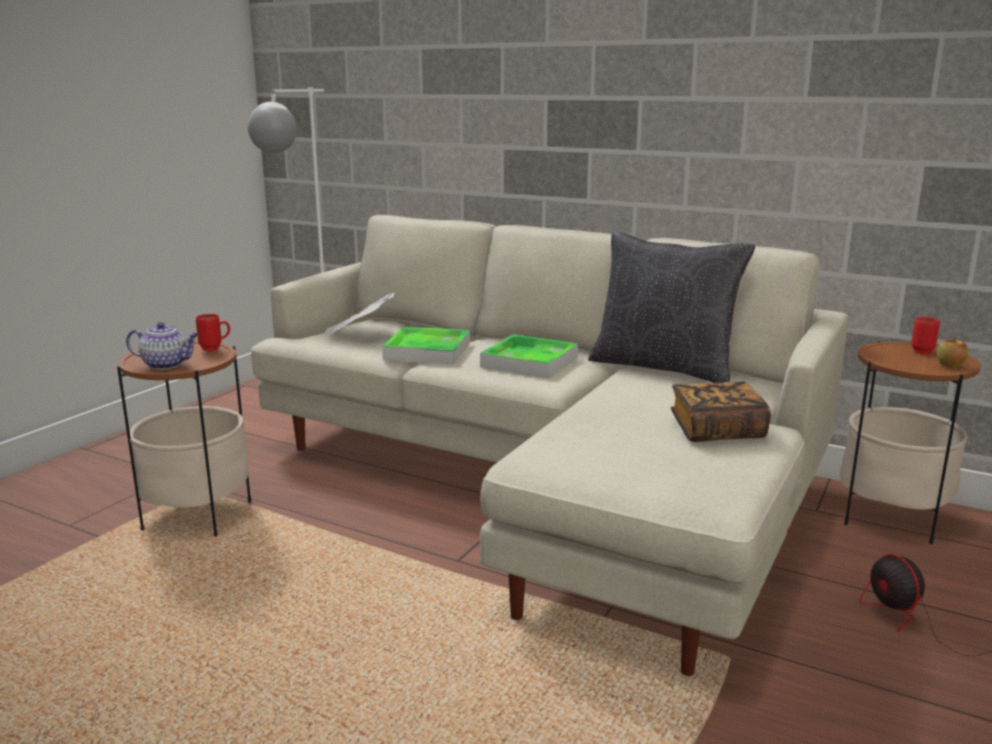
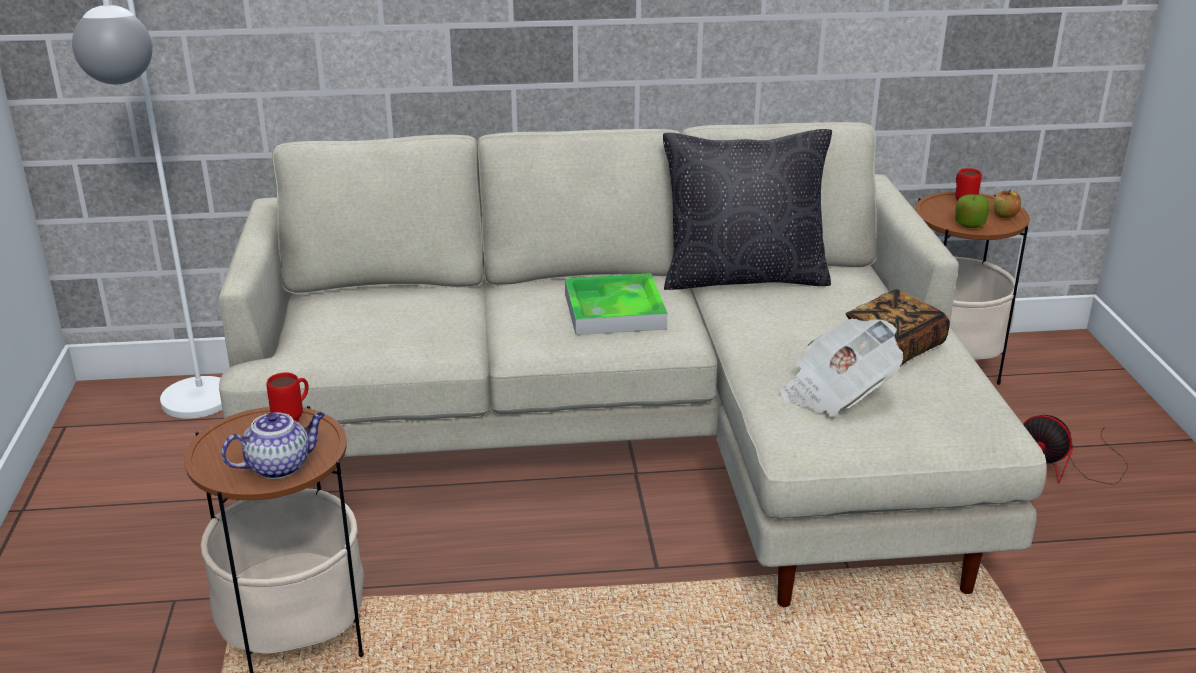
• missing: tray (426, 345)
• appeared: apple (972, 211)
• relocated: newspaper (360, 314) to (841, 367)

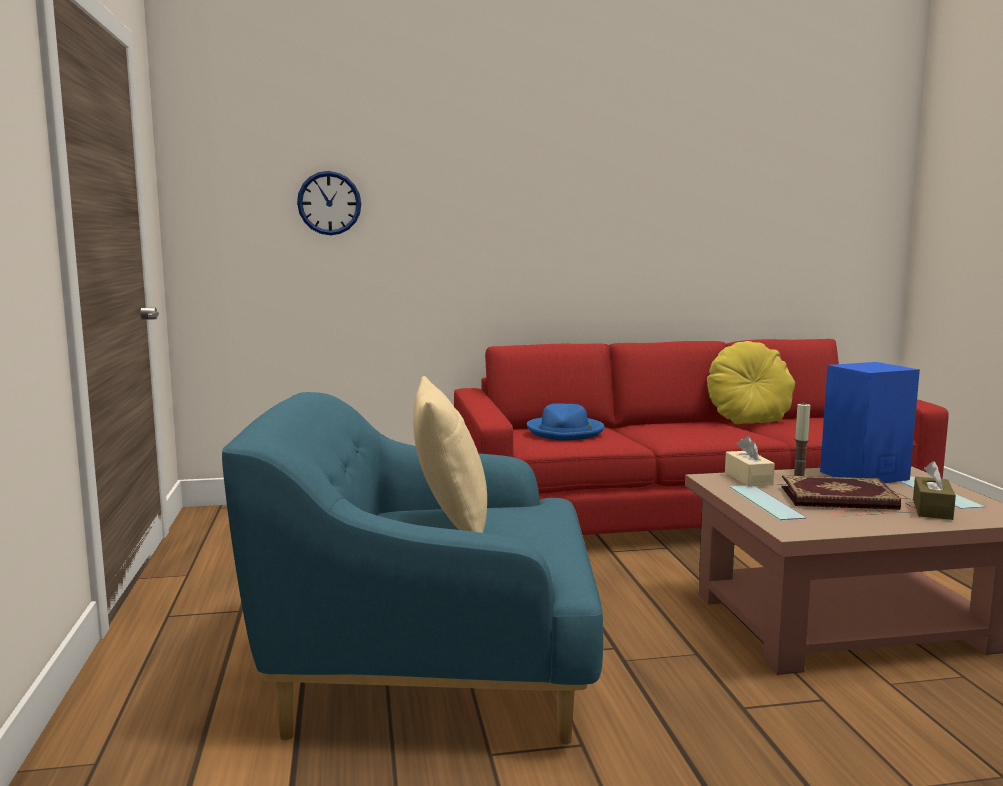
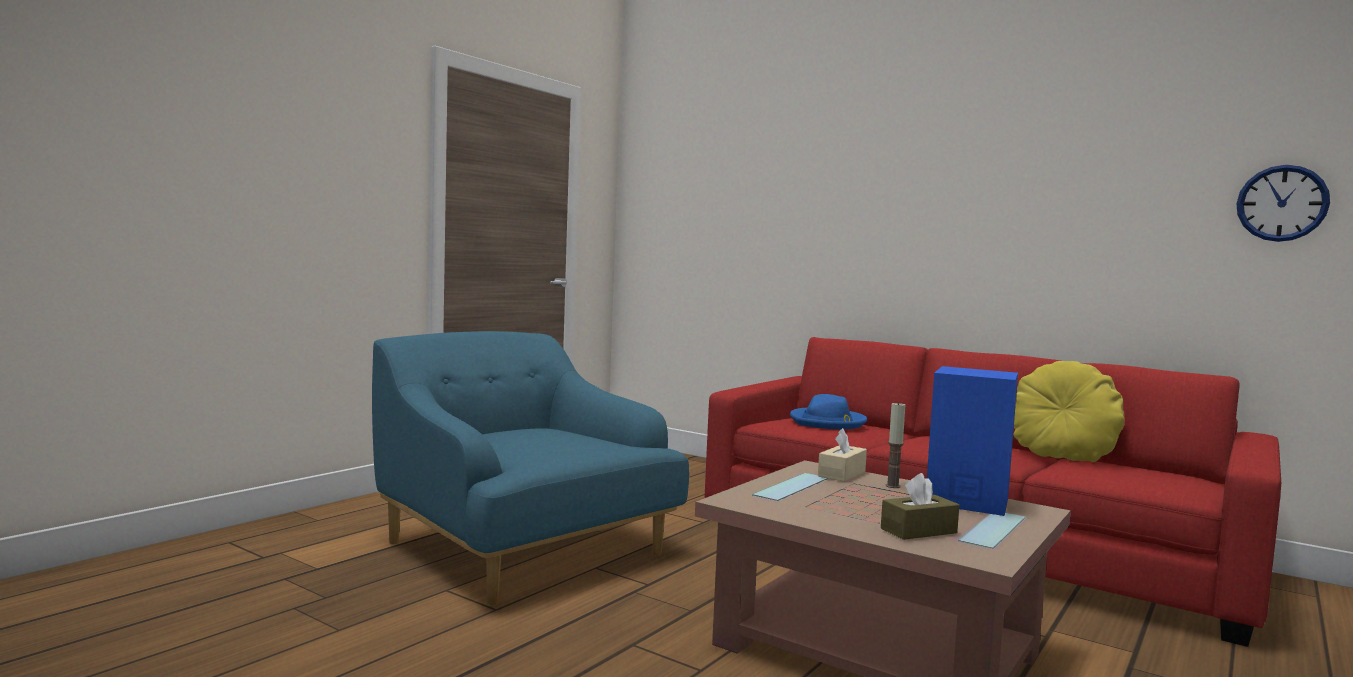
• missing: beige_pillow (450, 454)
• missing: book (841, 492)
• relocated: wall_clock (329, 203) to (1283, 203)

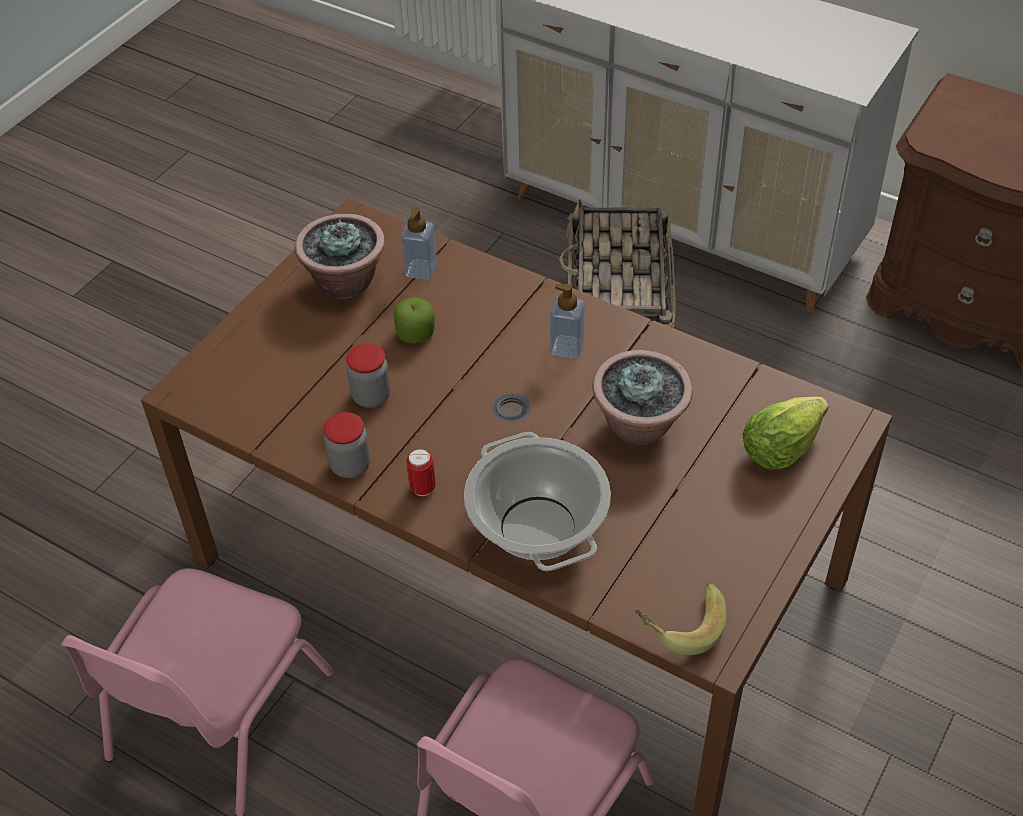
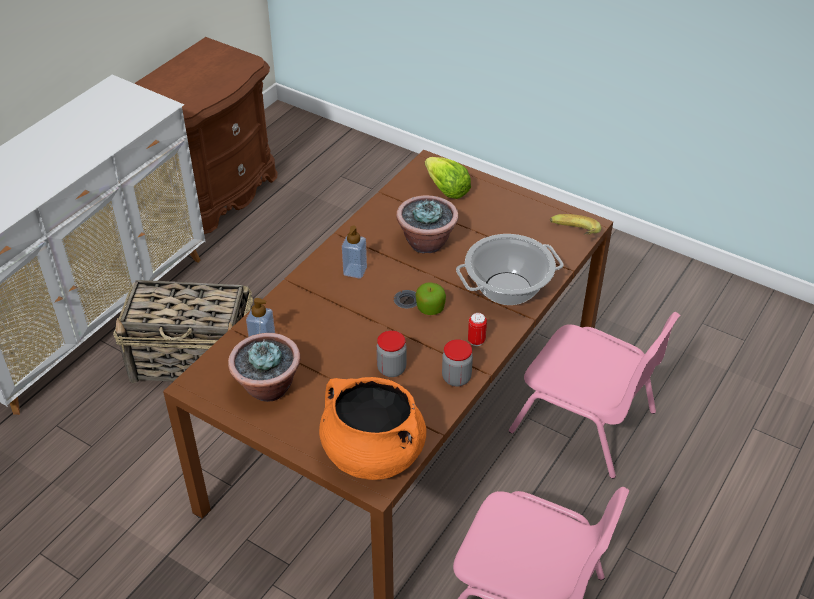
• appeared: orange_cooking_pot (372, 428)
• relocated: apple (414, 320) to (430, 298)

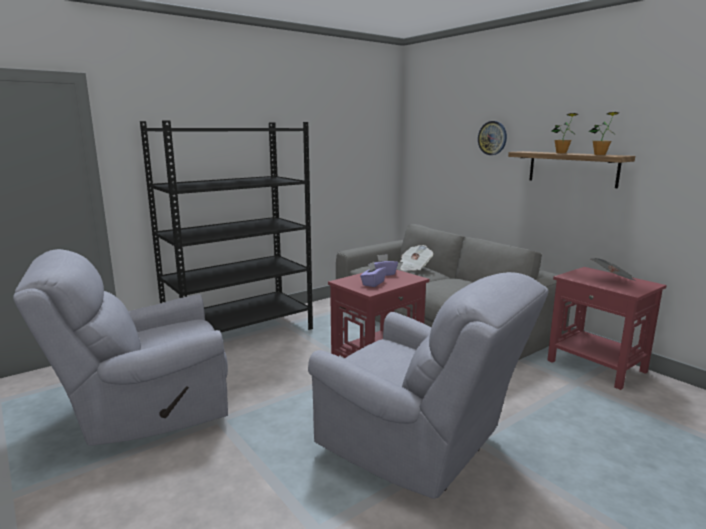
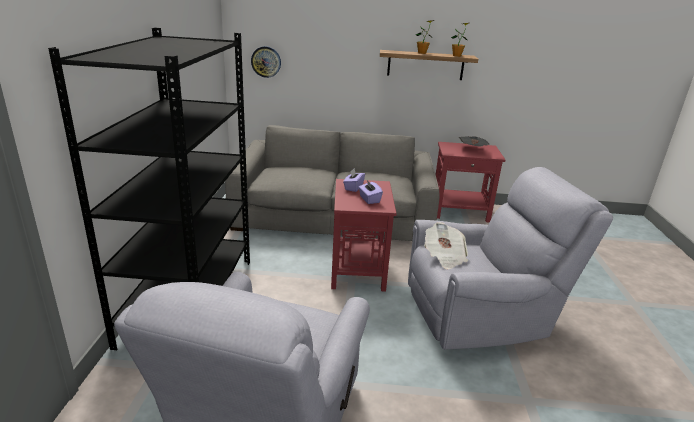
• relocated: newspaper (416, 258) to (446, 246)
• relocated: wall_clock (492, 138) to (266, 62)

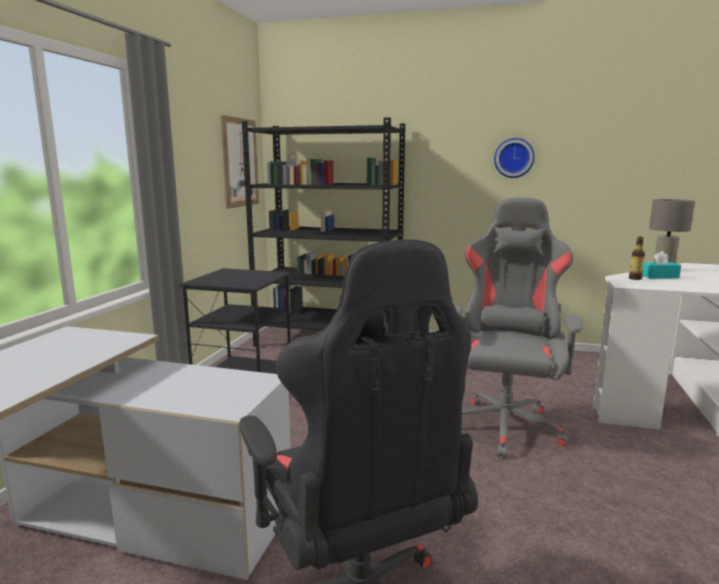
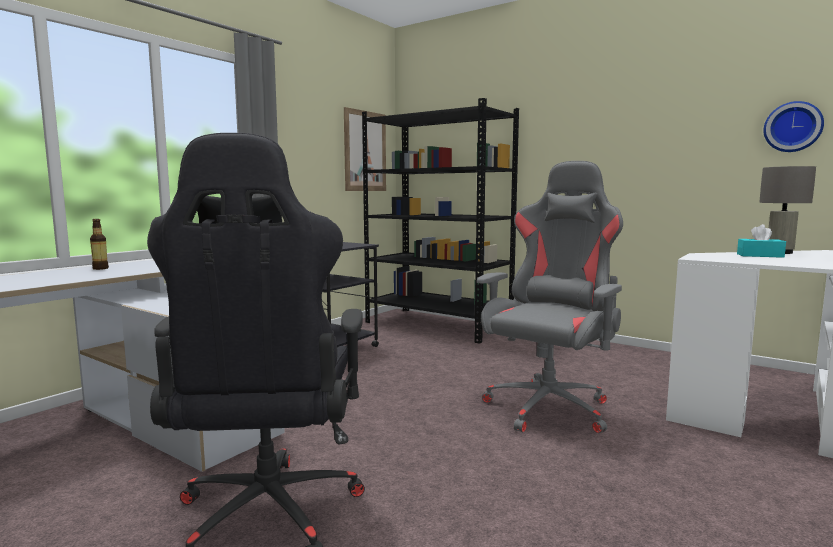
• relocated: wall_clock (514, 158) to (794, 126)
• relocated: bottle (637, 258) to (99, 244)

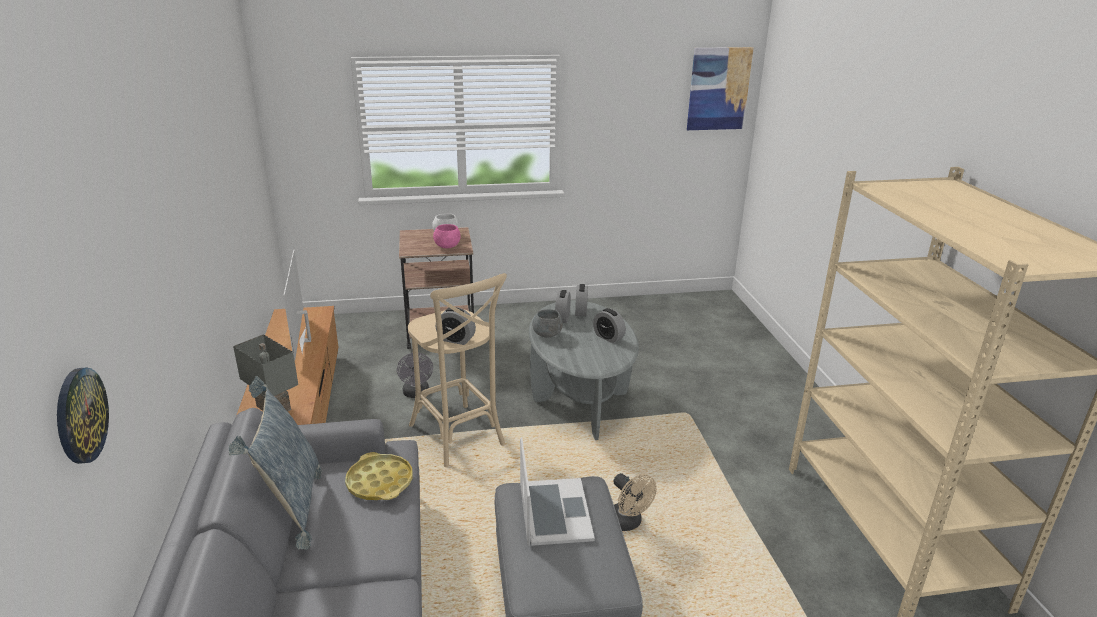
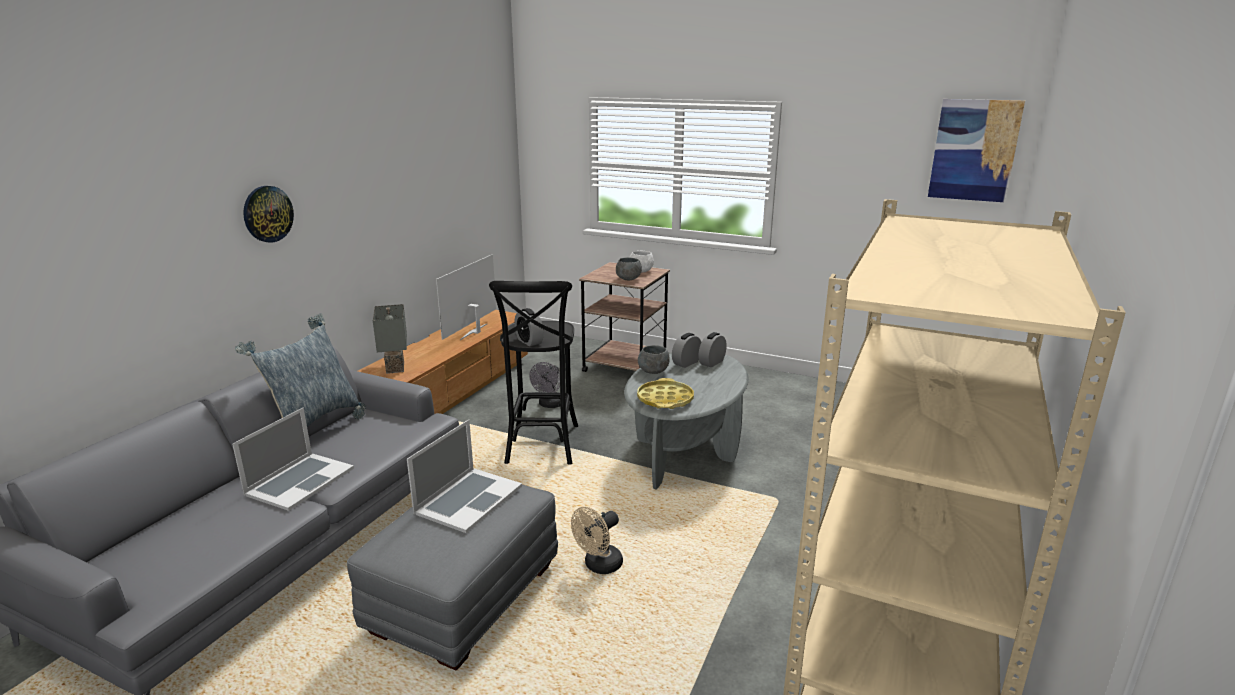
• missing: alarm_clock (609, 325)
• appeared: laptop (293, 459)
• relocated: wall_clock (83, 415) to (268, 214)
• relocated: yellow_tray (378, 476) to (665, 393)
• colour: beige_stool (457, 370) to black_stool (533, 373)
• colour: pink_bowl (447, 236) to grey_bowl (629, 268)
• spun: beige_fan (635, 502) = (597, 540) 45 degrees clockwise

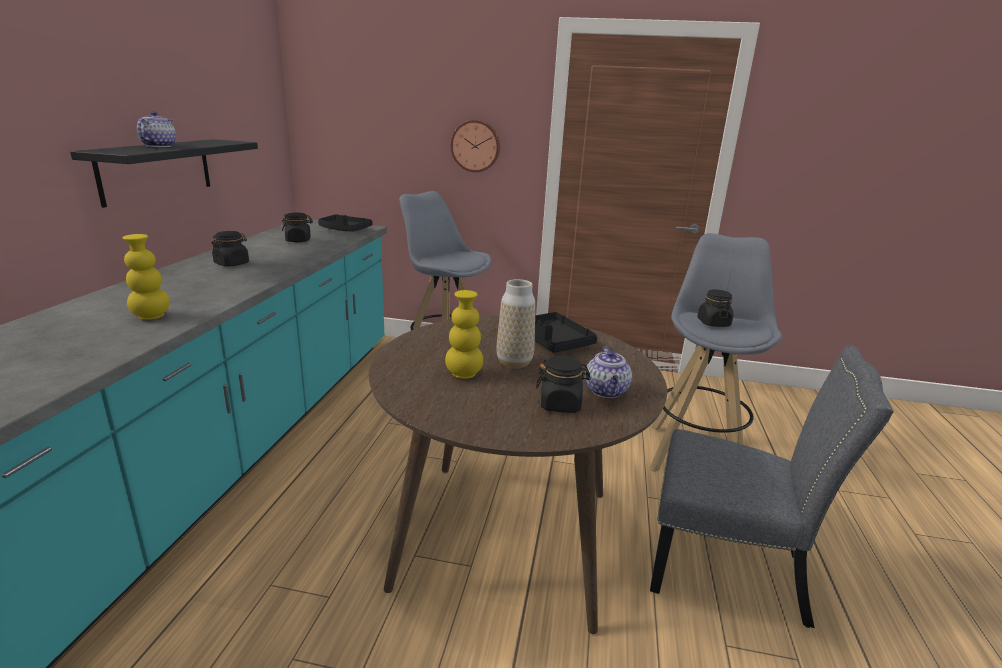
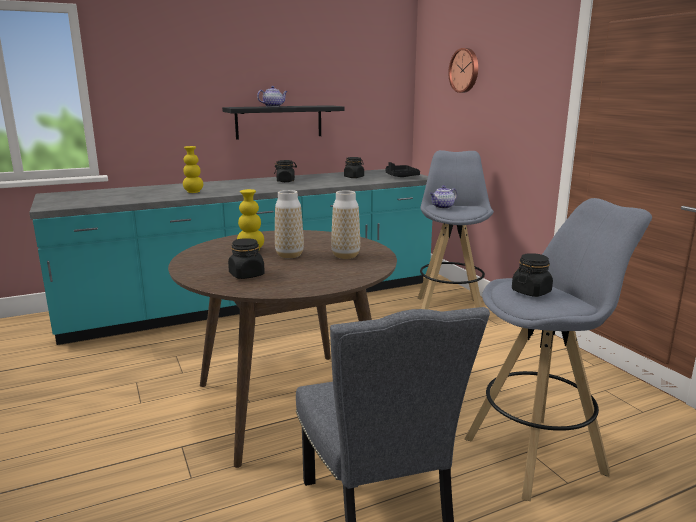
• relocated: wall_clock (475, 146) to (463, 70)
• relocated: teapot (608, 372) to (443, 197)
• exchanged: black_tray (566, 332) to vase (345, 224)

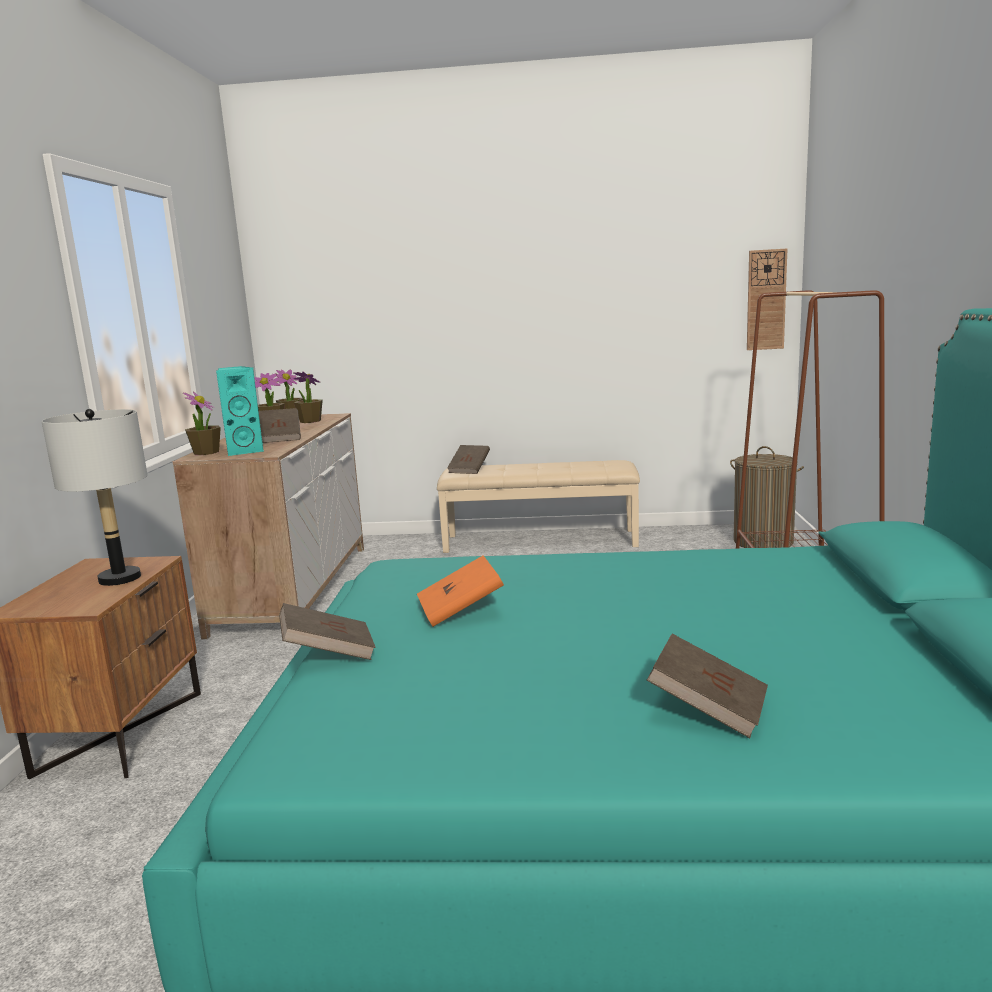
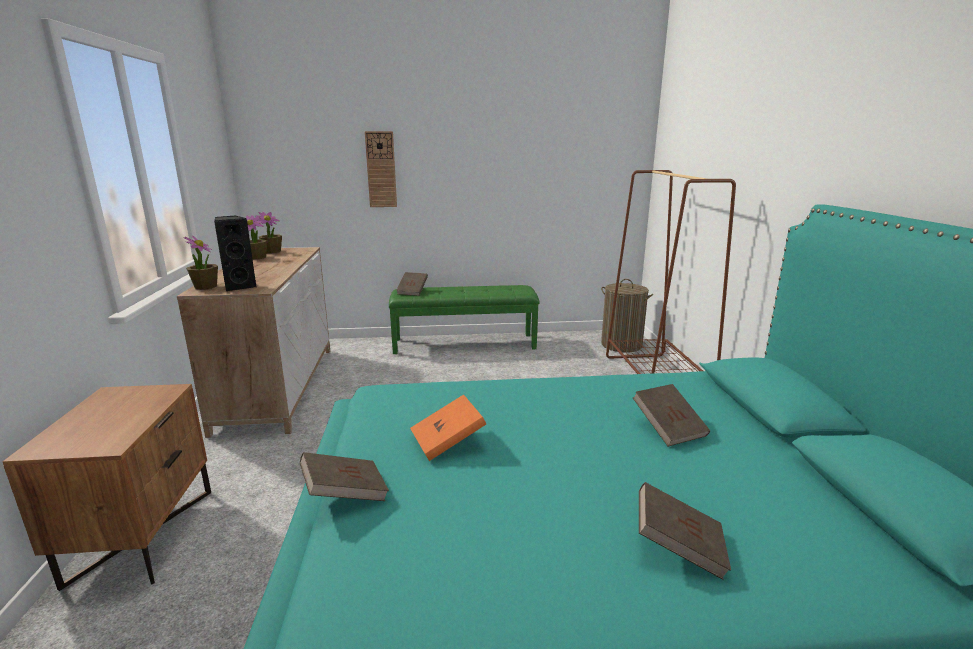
• missing: grey_table_lamp (94, 497)
• missing: potted_plant (308, 397)
• relocated: brown_book (280, 425) to (671, 415)
• relocated: wall_clock (767, 299) to (381, 169)
• colour: turquoise_speaker (240, 411) to black_speaker (235, 253)
• colour: beige_bench (538, 506) to green_bench (464, 319)

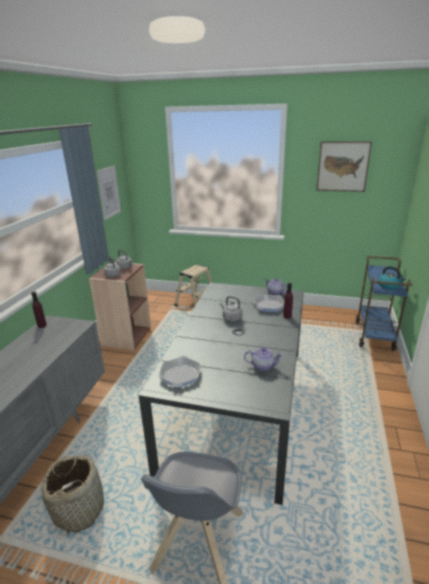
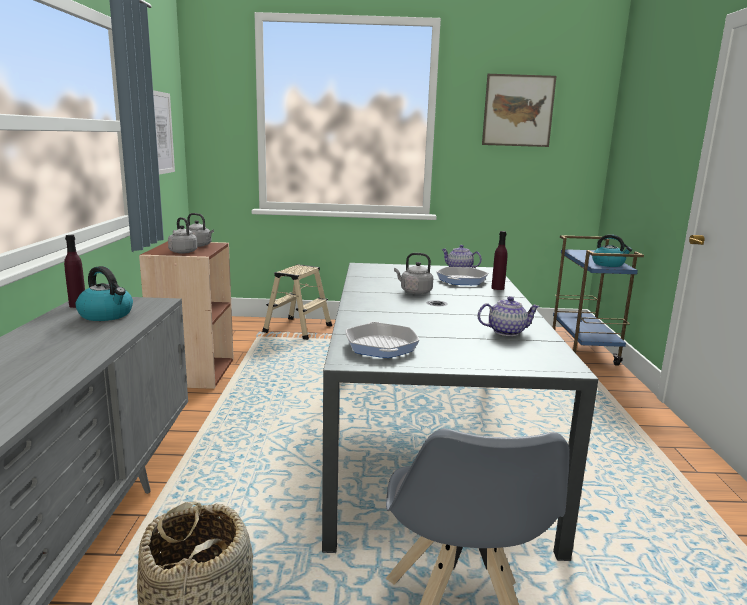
• appeared: kettle (104, 293)

